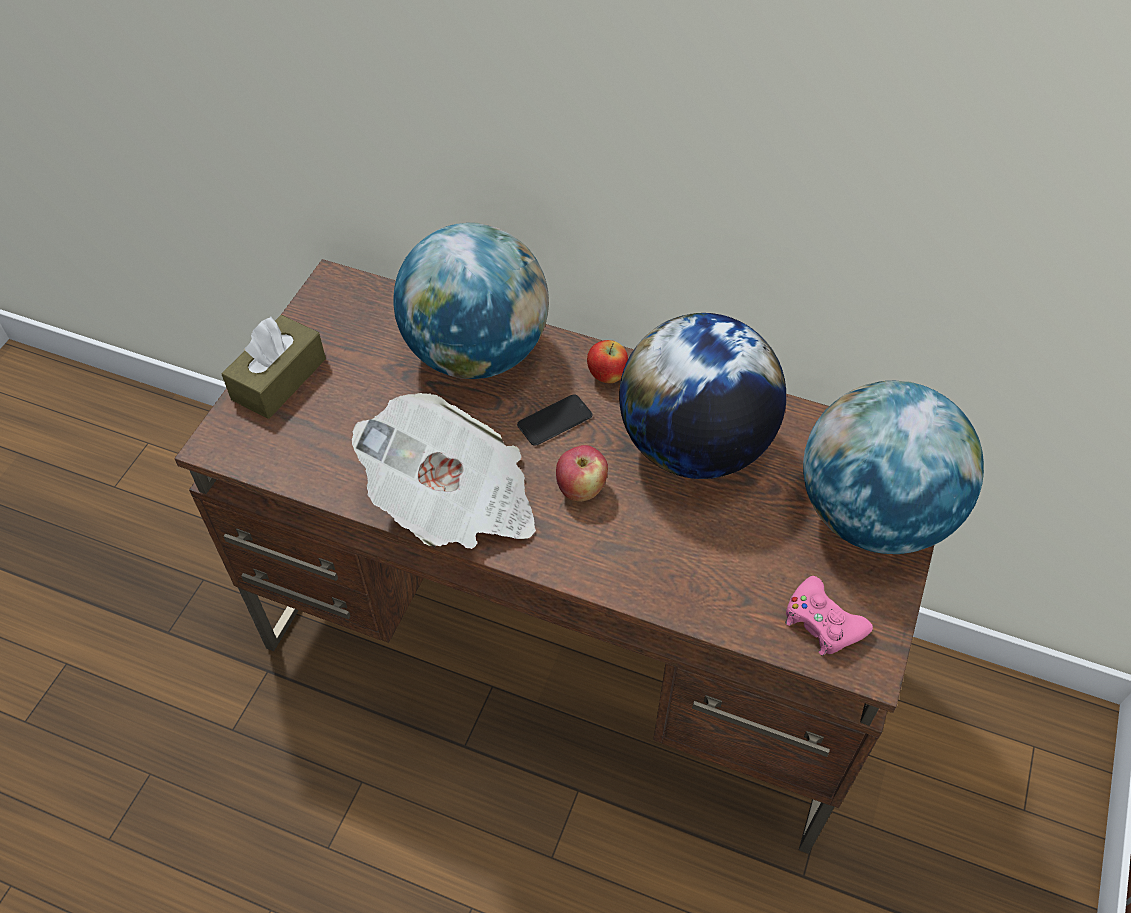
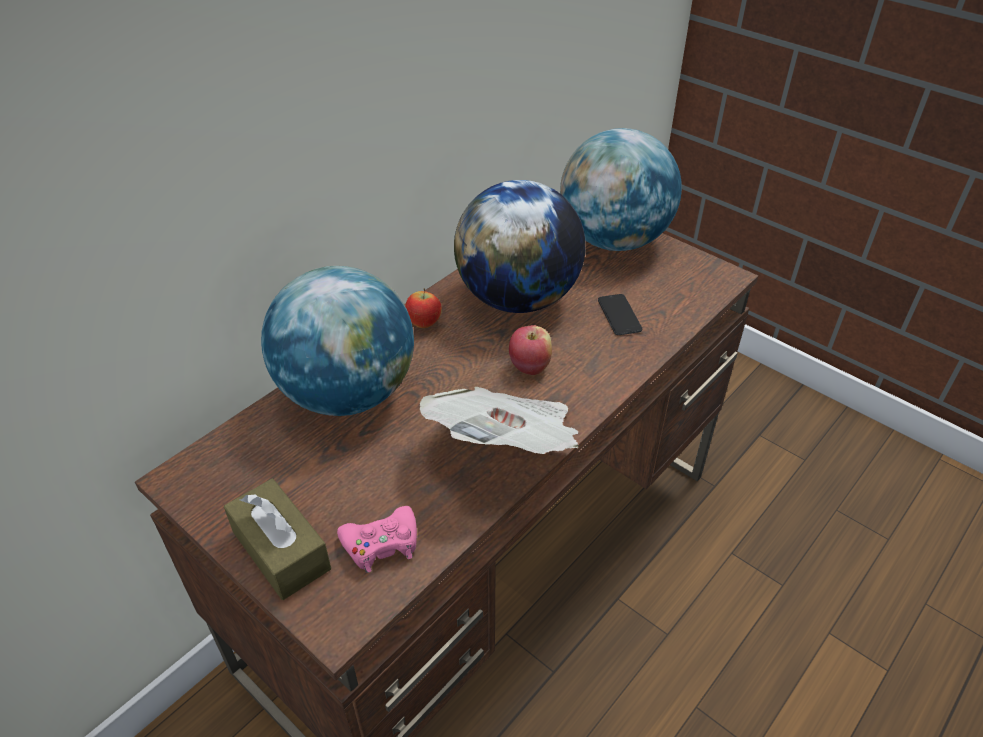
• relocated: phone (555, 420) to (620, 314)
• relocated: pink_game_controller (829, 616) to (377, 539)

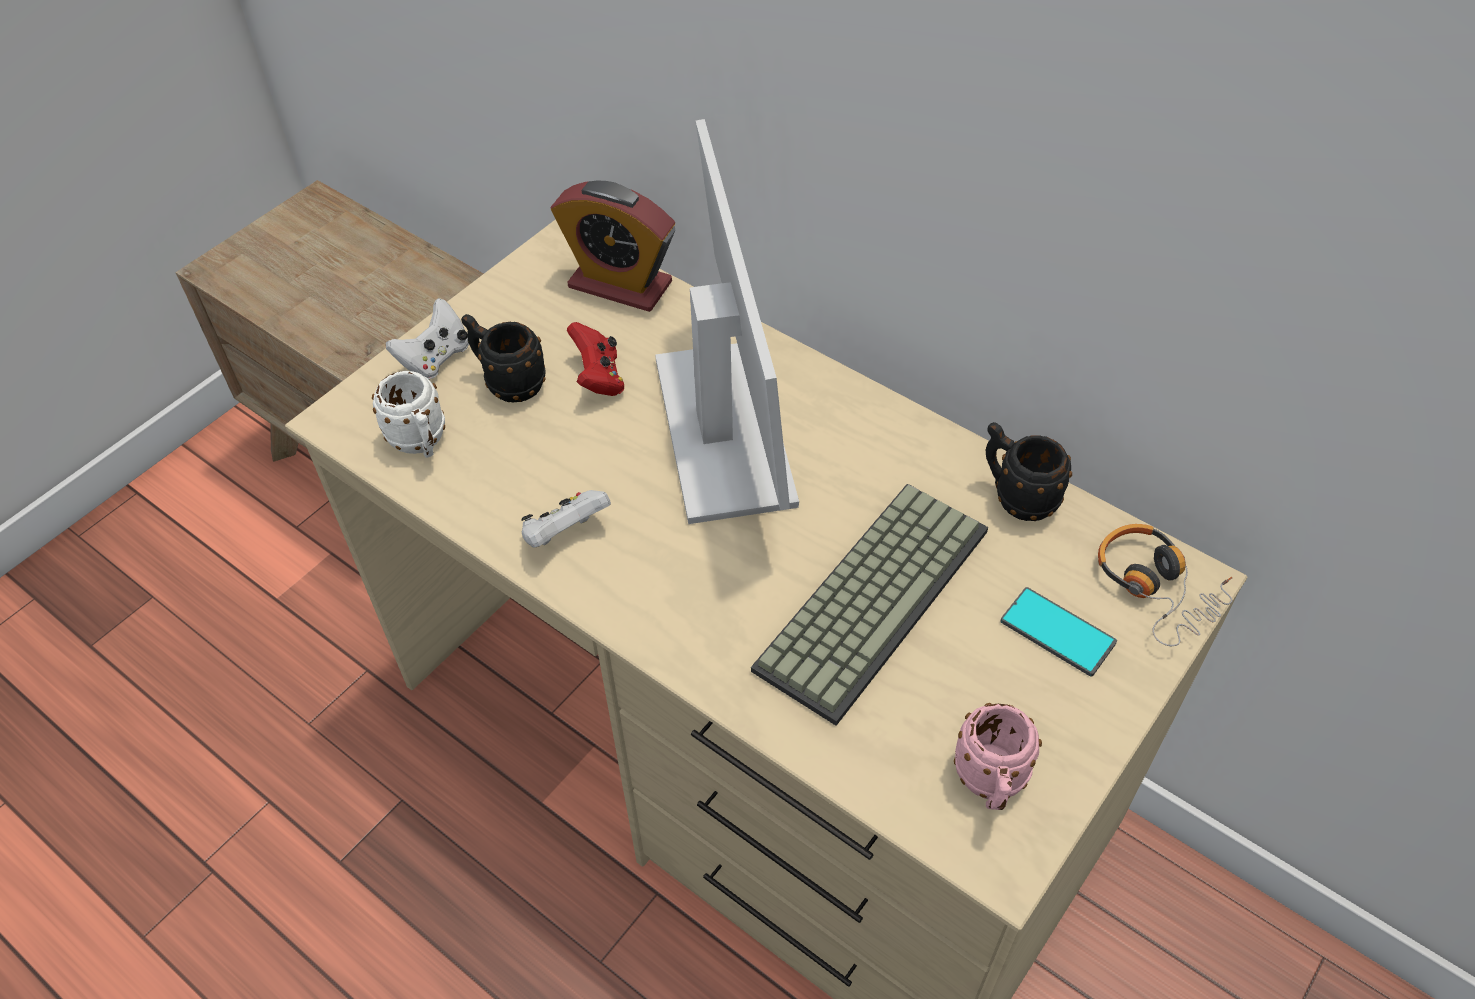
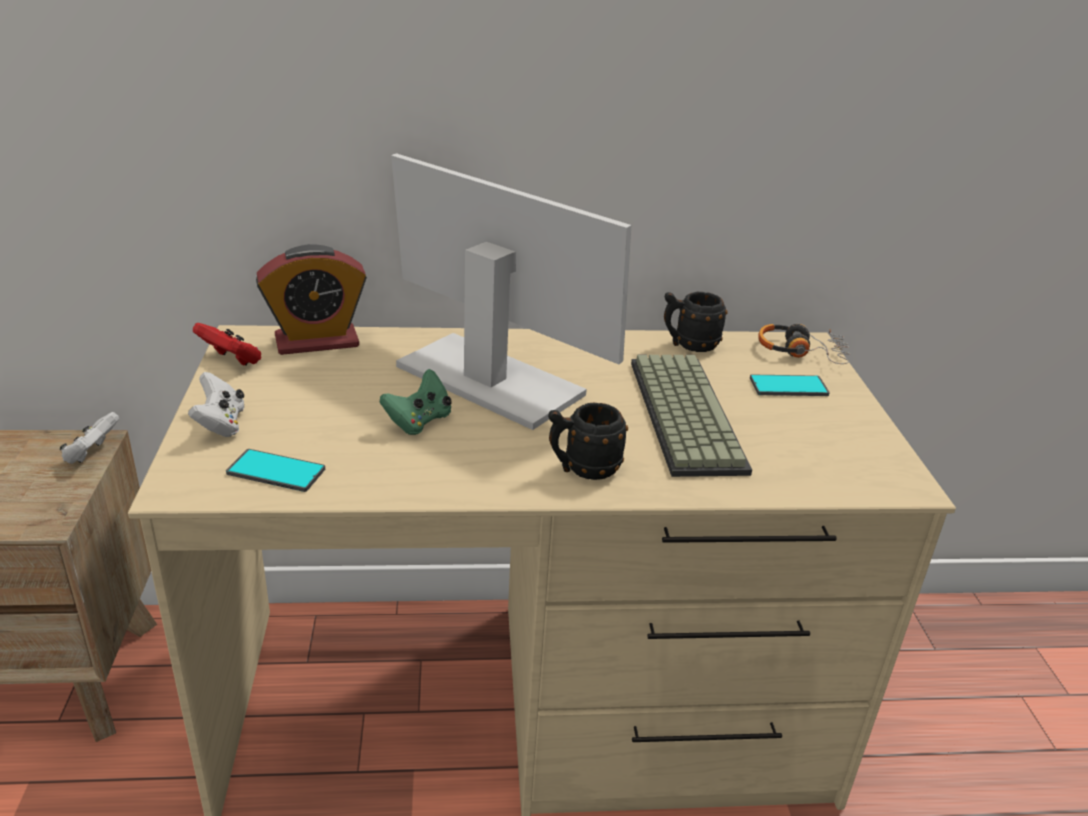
• missing: pink_mug (998, 756)
• appeared: green_game_controller (415, 402)
• relocated: black_mug (503, 358) to (588, 441)
• relocated: white_game_controller (566, 518) to (89, 438)
• relocated: red_game_controller (595, 359) to (227, 344)
• exchanged: white_mug (408, 414) to phone (275, 470)

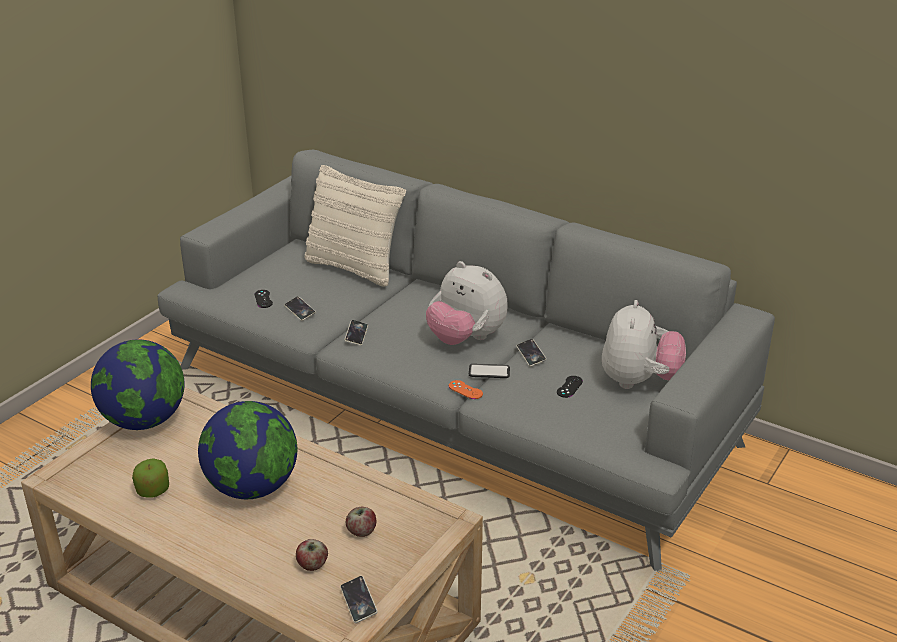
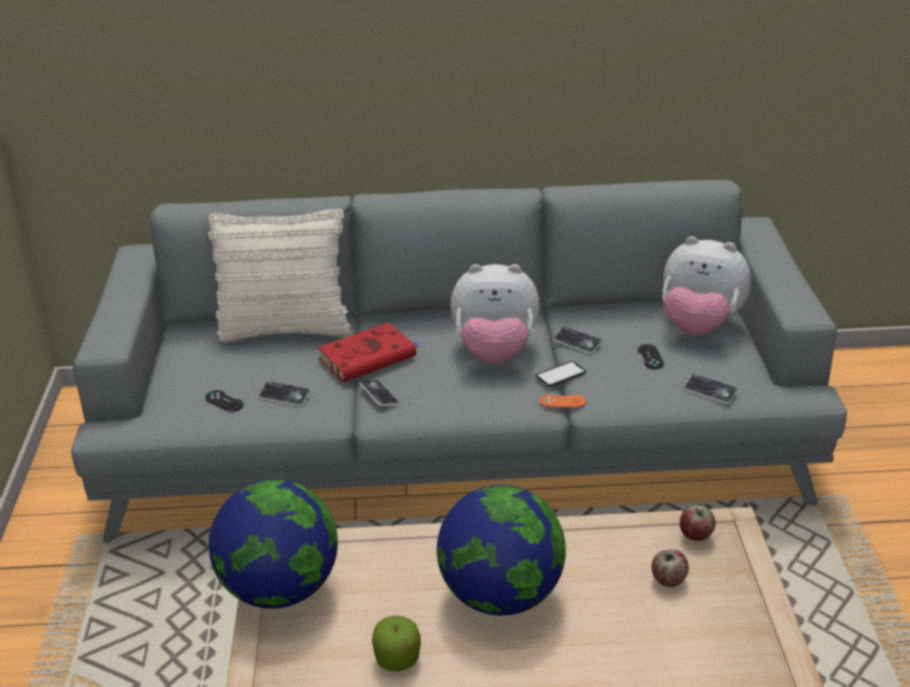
• appeared: red_book (369, 352)
• relocated: apple (312, 555) to (698, 523)
• relocated: phone (359, 599) to (711, 389)
• spun: plush_toy (644, 344) = (706, 286) 135 degrees clockwise

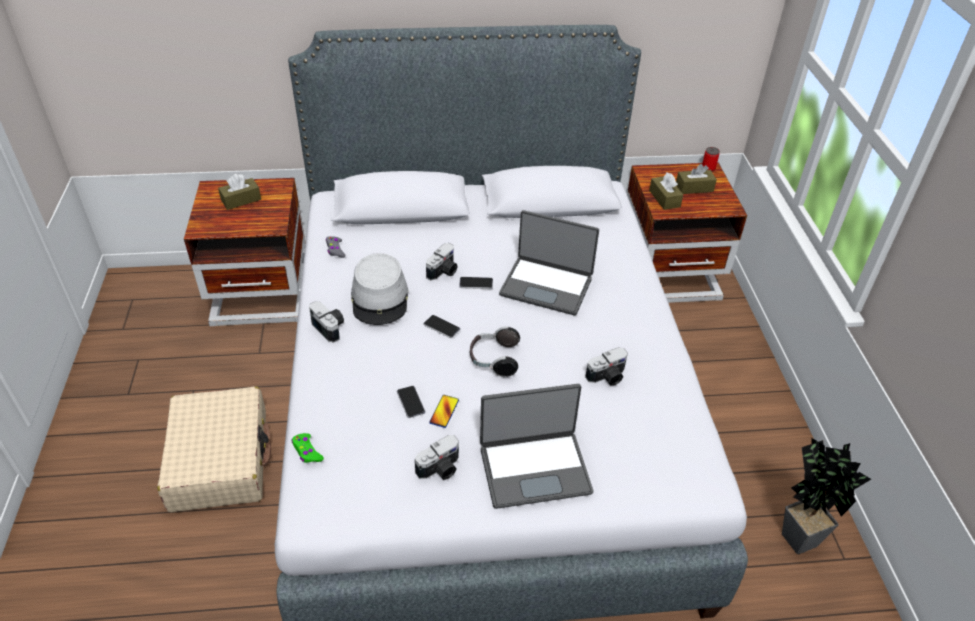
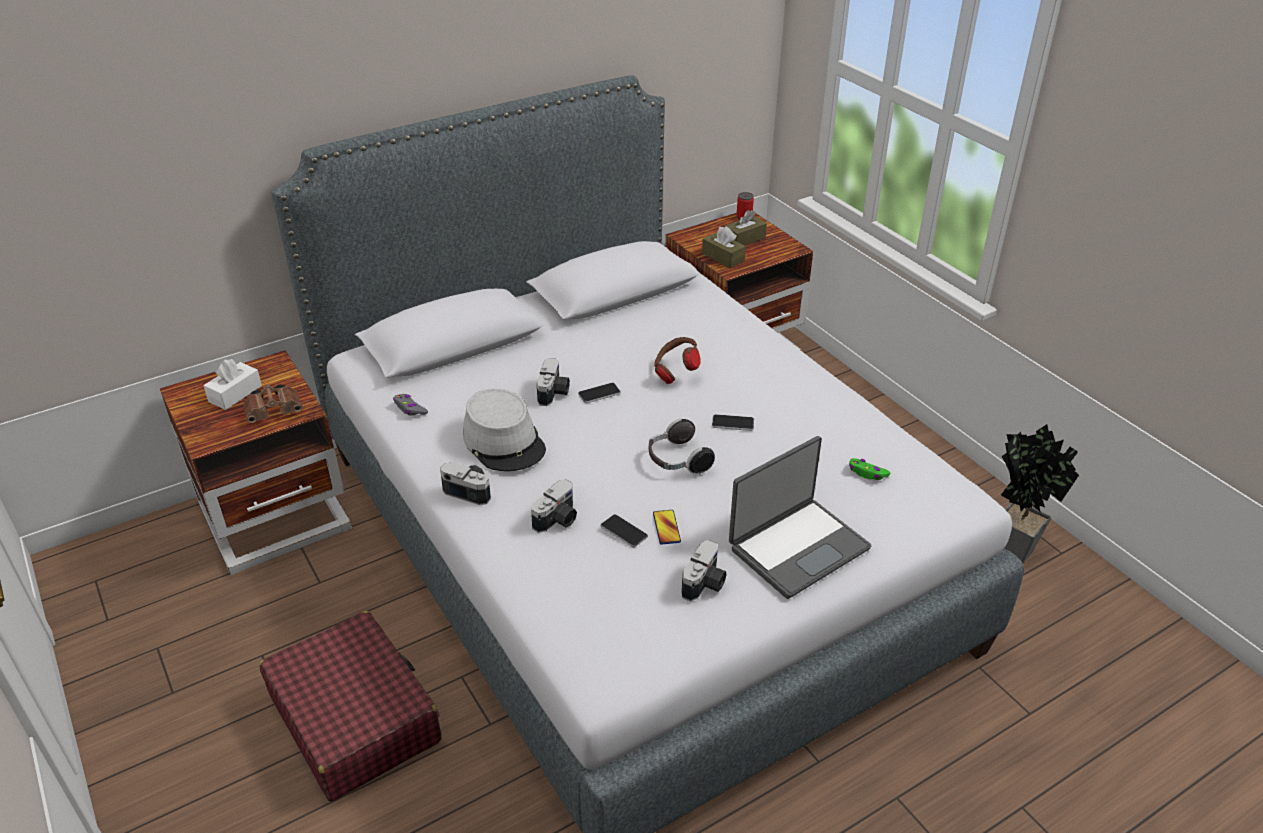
• appeared: brown_binoculars (273, 403)
• relocated: green_game_controller (308, 448) to (869, 469)
• relocated: phone (441, 326) to (733, 422)
• relocated: photo_camera (606, 366) to (554, 506)
• exchanged: laptop (549, 262) to brown_headphones (677, 360)
• colour: beige_suitcase (214, 449) to red_suitcase (350, 706)
• colour: brown_tissue_box (239, 192) to white_tissue_box (232, 384)

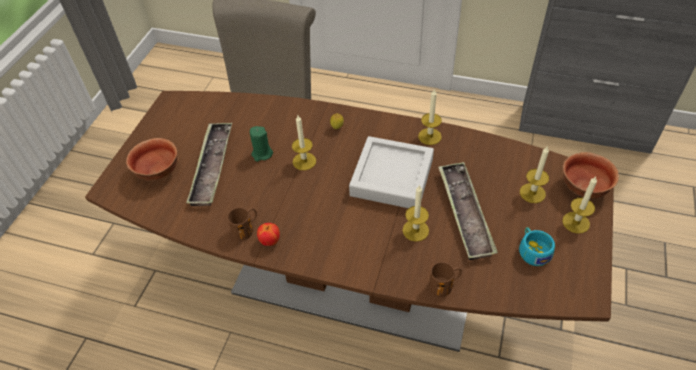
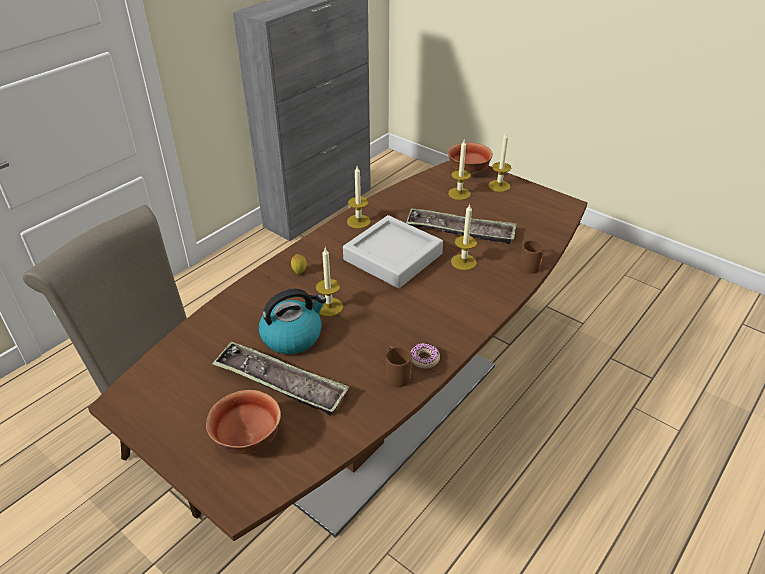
• missing: turquoise_cup (537, 246)
• exchanged: green_candle (261, 144) to kettle (292, 321)
• exchanged: apple (268, 234) to donut (425, 356)

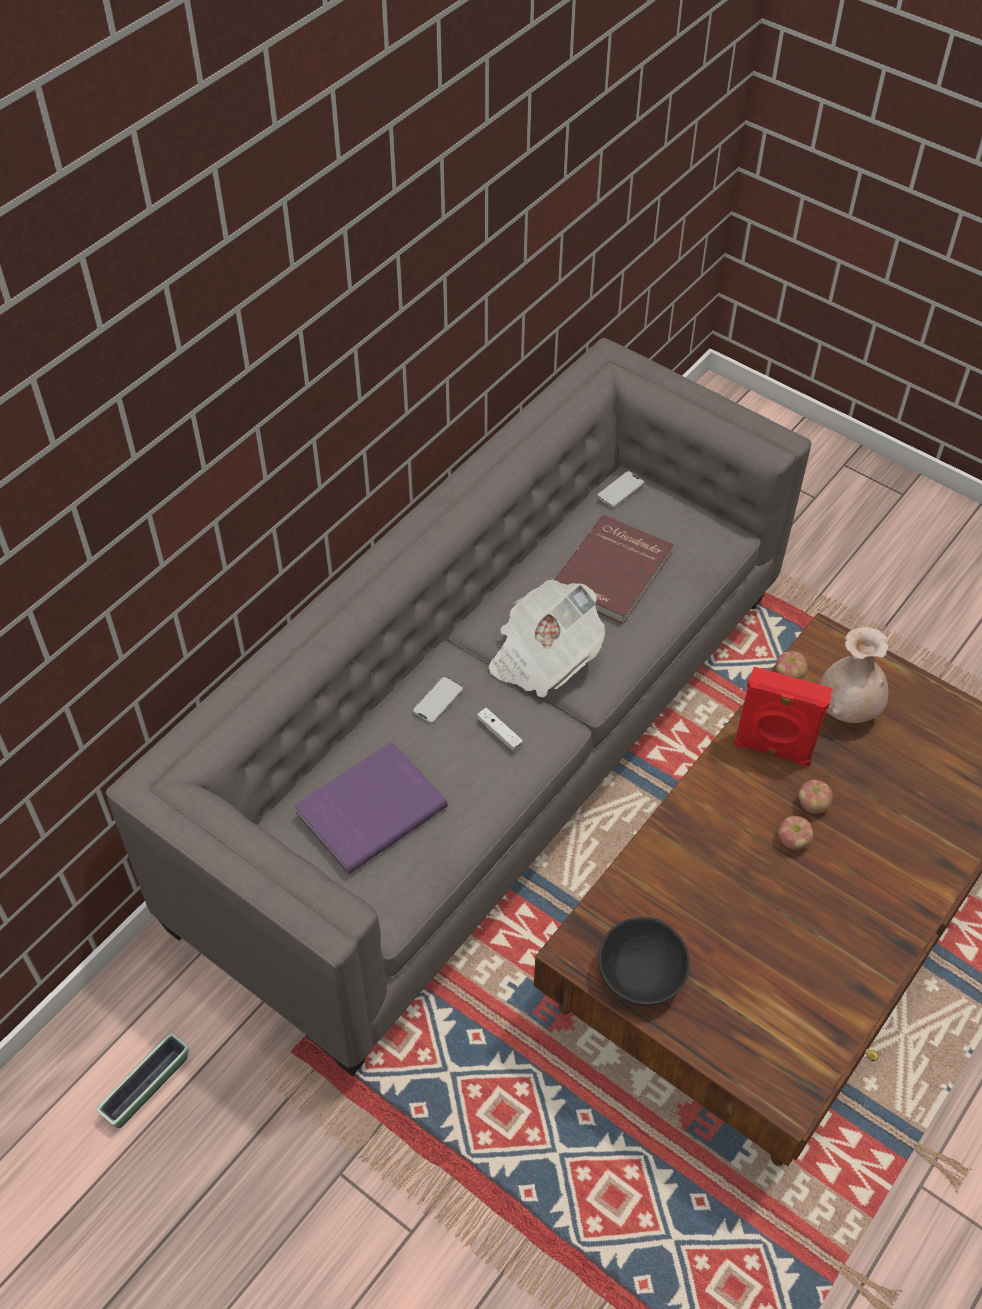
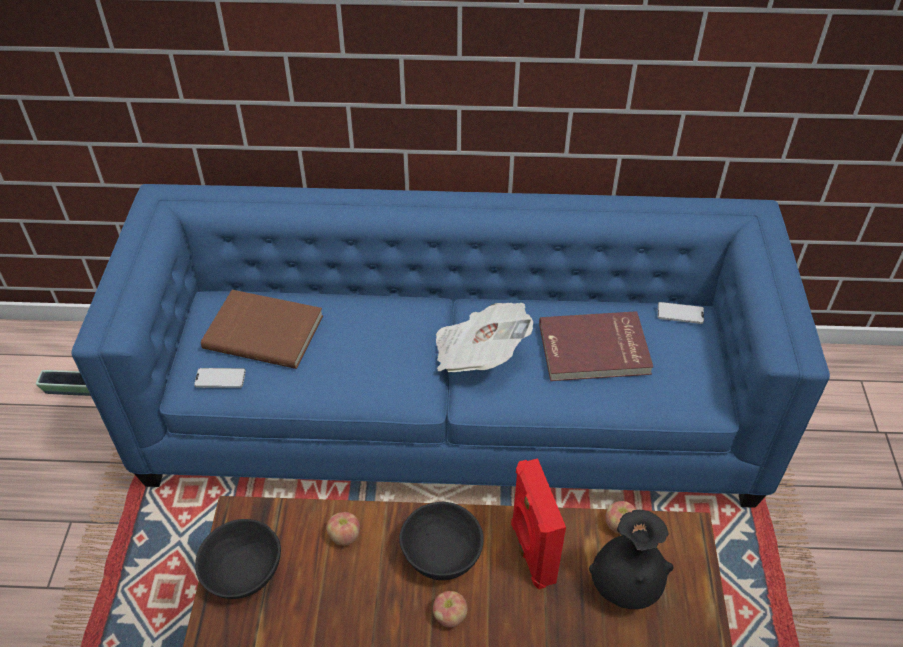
• missing: white_game_controller (500, 730)
• appeared: black_bowl (441, 541)
• relocated: phone (438, 700) to (220, 378)
• relocated: apple (815, 797) to (343, 529)
• colour: grey_sofa (458, 707) to blue_sofa (451, 346)
• colour: purple_book (371, 807) to brown_book (262, 329)
• colour: beige_vase (854, 675) to black_vase (631, 559)

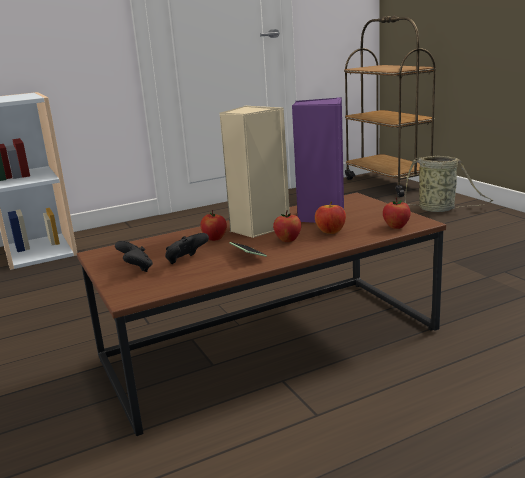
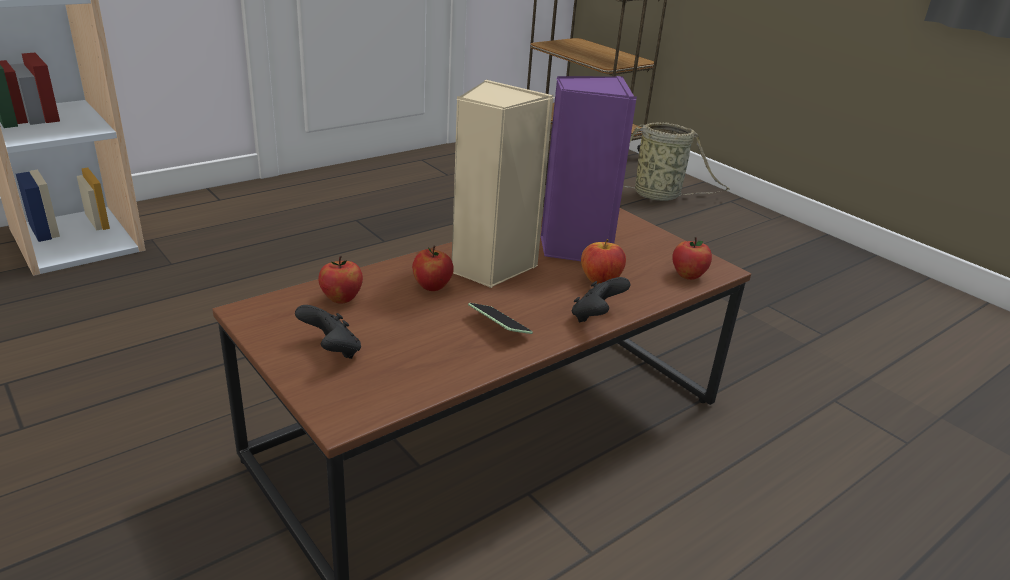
• relocated: black_game_controller (187, 248) to (601, 299)
• relocated: apple (287, 226) to (340, 280)

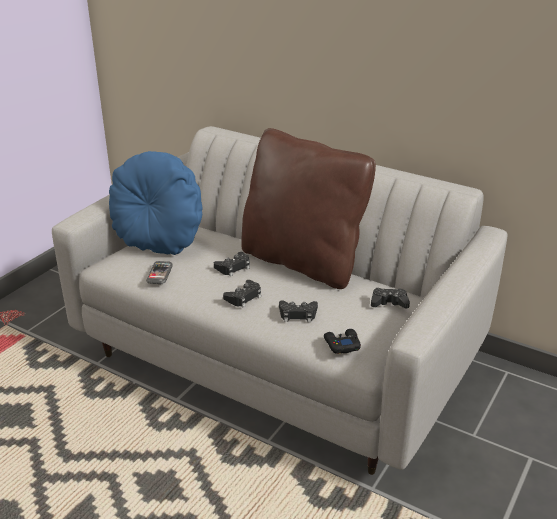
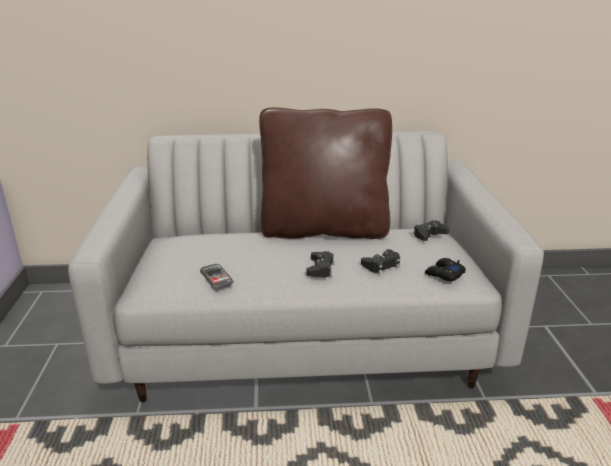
• missing: blue_pillow (156, 203)
• missing: black_game_controller (232, 264)

